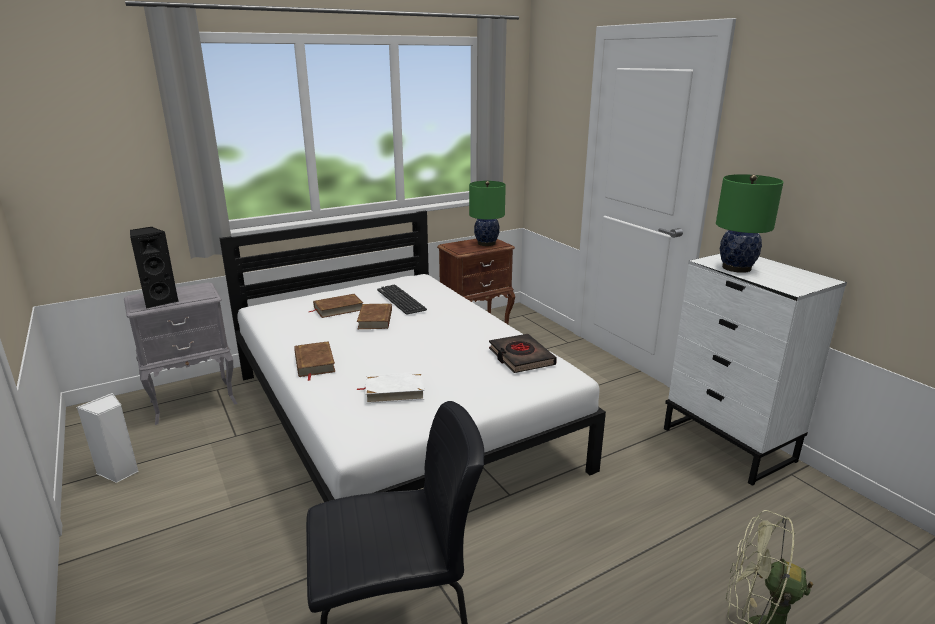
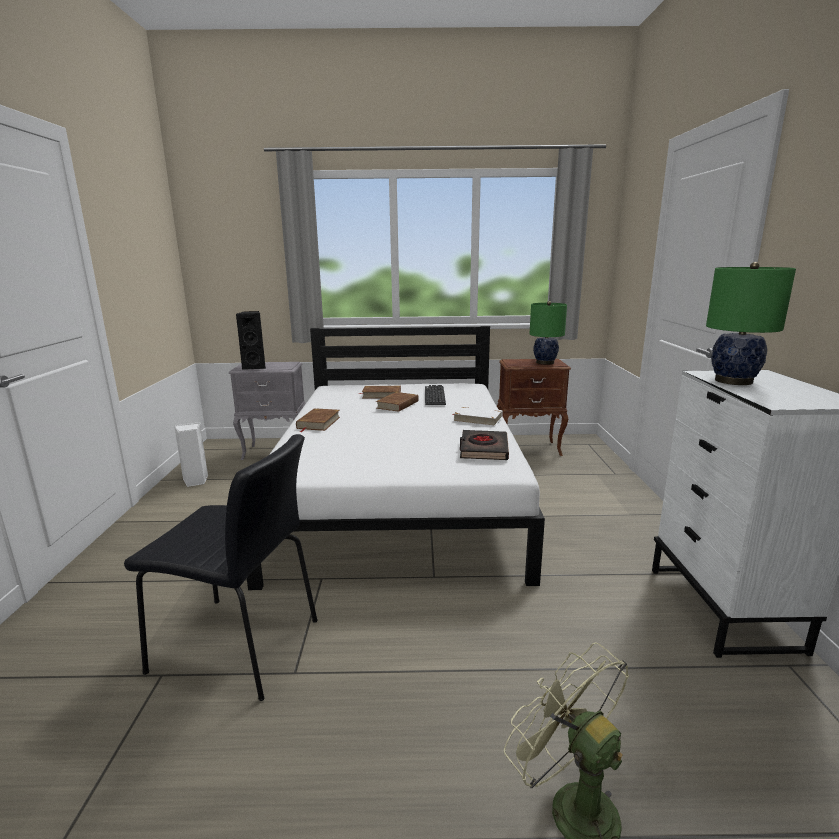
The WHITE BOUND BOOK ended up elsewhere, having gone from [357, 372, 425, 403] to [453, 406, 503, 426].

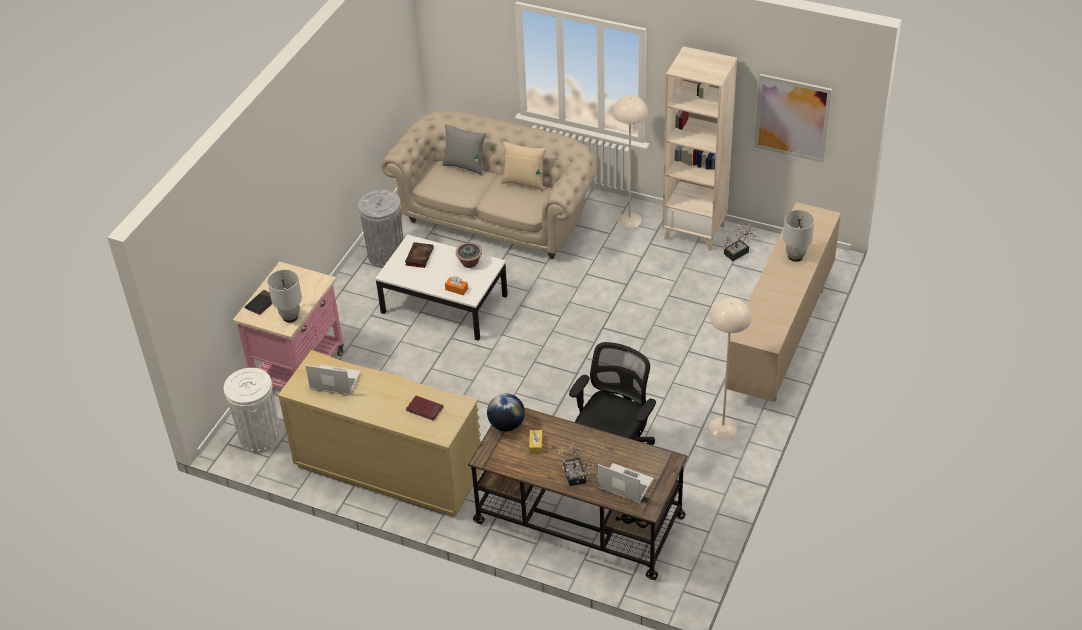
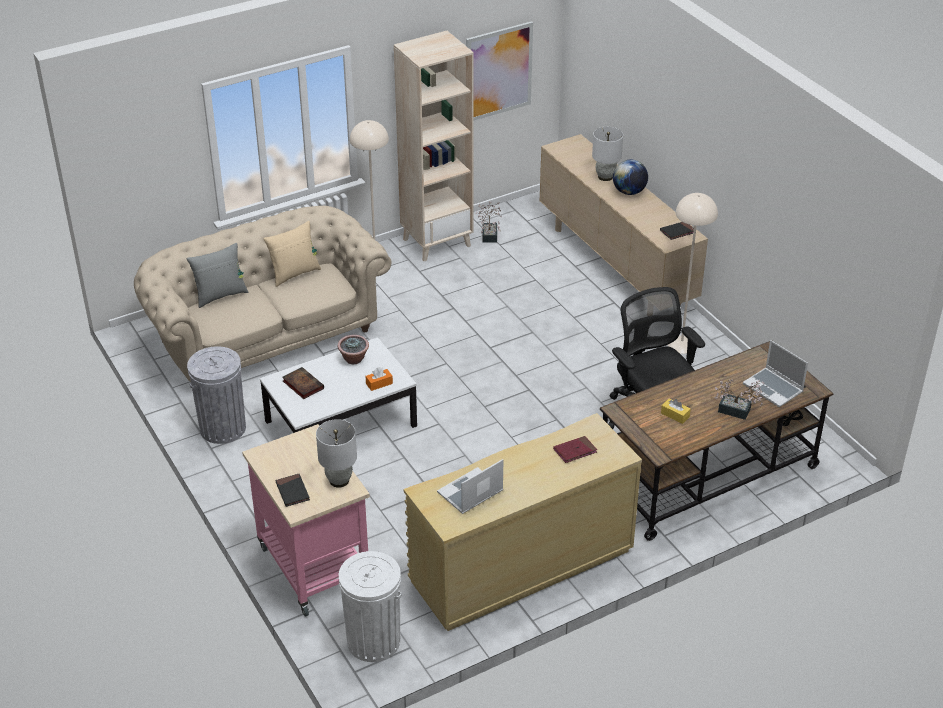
The second view gained the BLACKISH BOUND BOOK at [660, 222, 694, 240].
The WORLD GLOBE ended up elsewhere, having gone from [487, 394, 525, 431] to [613, 159, 648, 195].
The LAPTOP at [598, 463, 654, 503] ended up facing another way, 105 degrees counterclockwise from before.

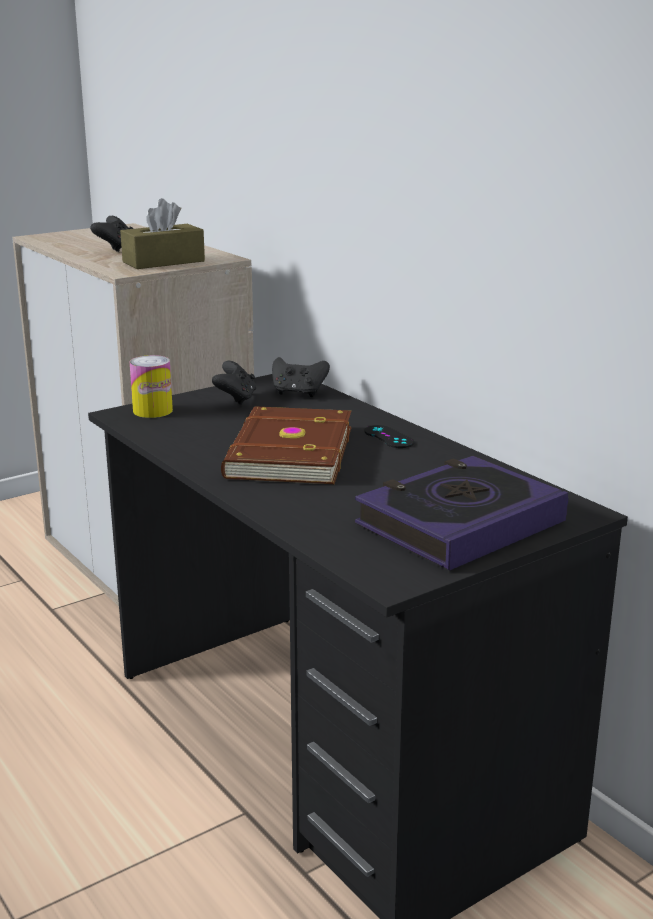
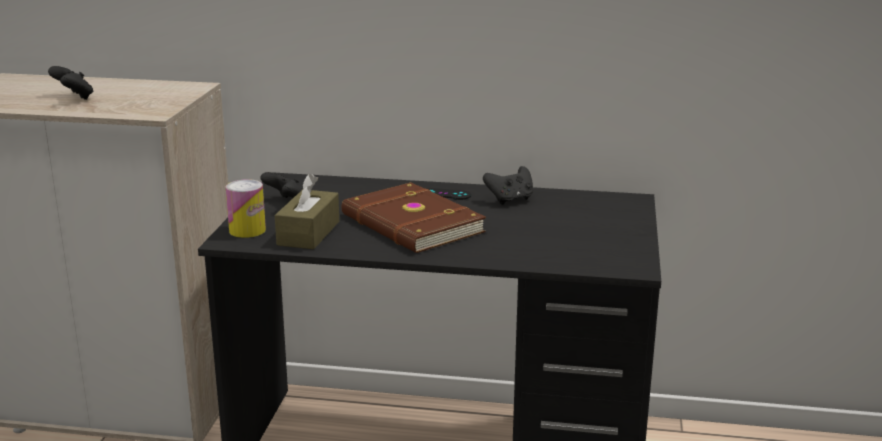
The second view lost the BOUND BOOK at [355, 456, 568, 571].
The BROWN-COLOURED TISSUE HOLDER ended up elsewhere, having gone from [120, 198, 205, 269] to [275, 174, 339, 249].
The BLACKISH GAME CONTROLLER ended up elsewhere, having gone from [272, 357, 330, 397] to [483, 166, 533, 205].

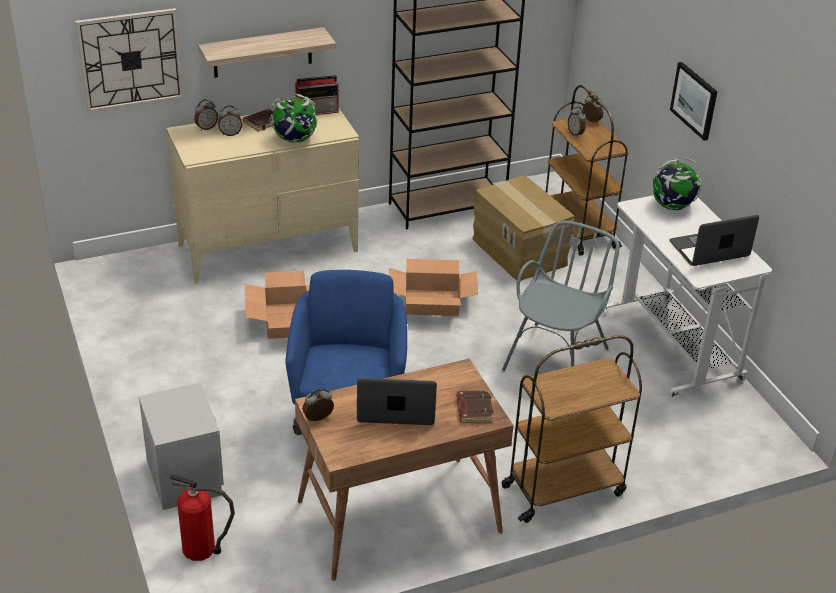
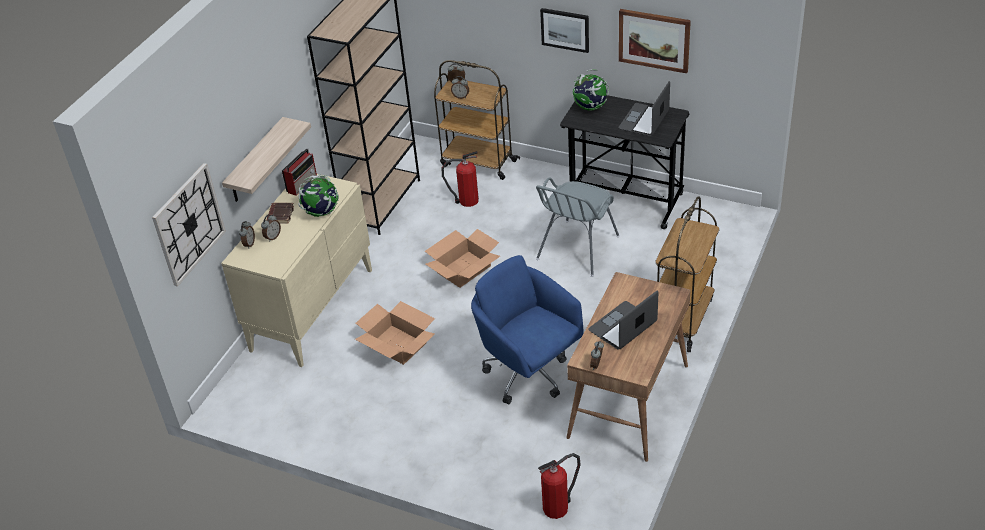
The second view lost the GRAY NIGHTSTAND at [139, 383, 224, 510].
The second view lost the BROWN-COLOURED BOUND BOOK at [456, 390, 494, 423].
The second view gained the WALL ART at [619, 9, 691, 73].
Where the CARTON stood at [472, 175, 574, 281], the FIRE EXTINGUISHER came to stand at [442, 151, 479, 207].
What was the WHITE DESK UNIT at [603, 195, 772, 400] turned into the BLACKISH DESK UNIT at [560, 95, 689, 229].
The GRAY CHAIR at [501, 221, 620, 373] ended up facing another way, 135 degrees counterclockwise from before.

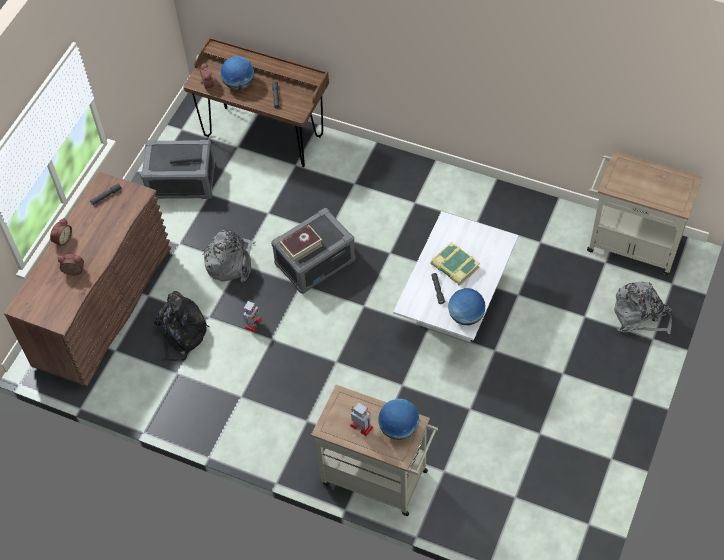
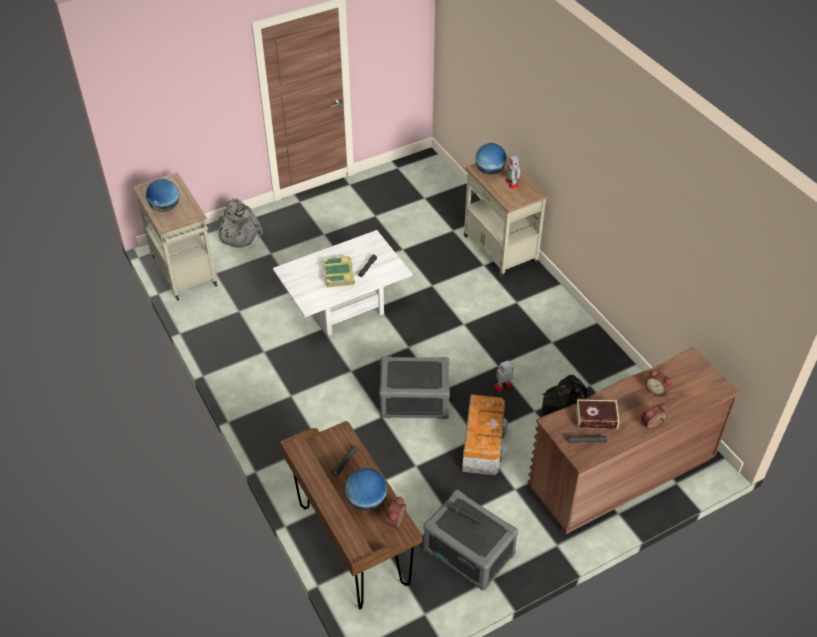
The BOUND BOOK ended up elsewhere, having gone from [280, 224, 323, 263] to [576, 399, 620, 429].
The WORLD GLOBE ended up elsewhere, having gone from [448, 288, 485, 325] to [146, 179, 179, 212].
Where the GRAY RUCKSACK stood at [202, 230, 255, 282], the STORAGE CONTAINER came to stand at [462, 395, 508, 475].

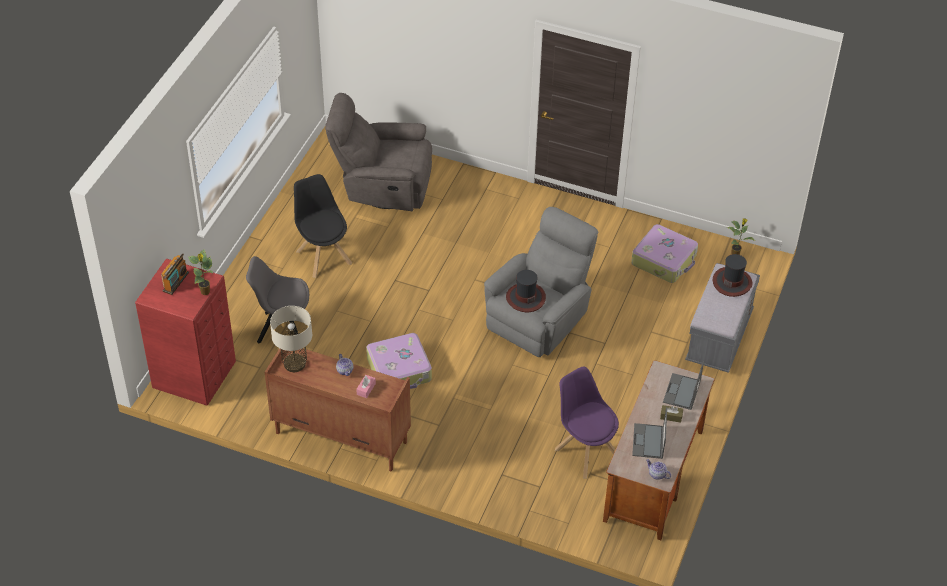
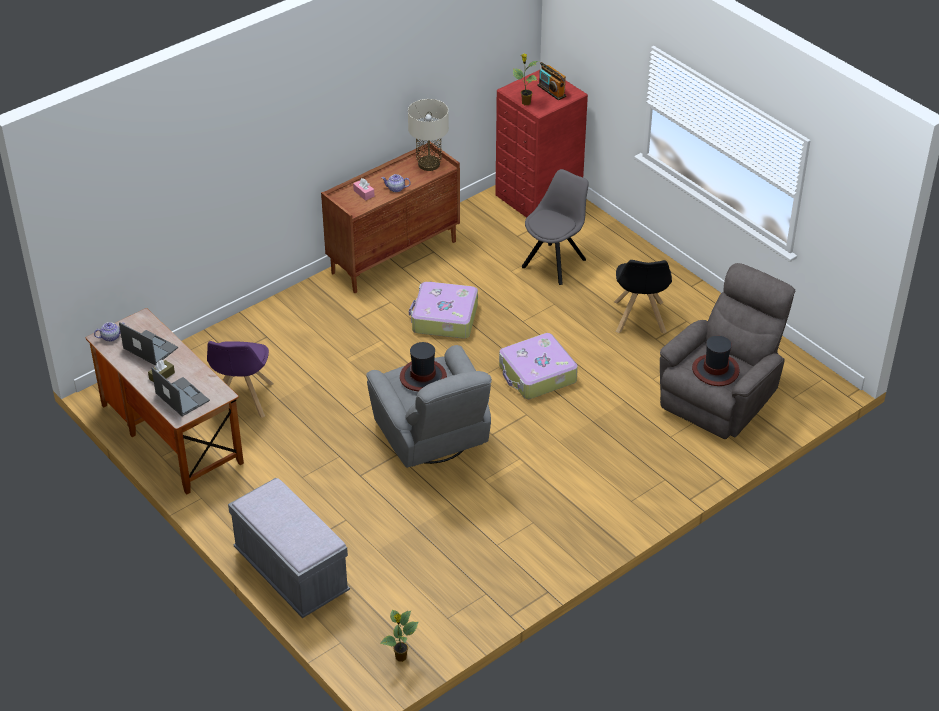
The TRAVEL CASE ended up elsewhere, having gone from [631, 224, 698, 283] to [499, 333, 578, 399].
The WEARABLE HAT ended up elsewhere, having gone from [713, 254, 752, 297] to [692, 336, 740, 386].
The BLACKISH CHAIR at [294, 174, 352, 278] ended up facing another way, 90 degrees clockwise from before.
The PURPLISH CHAIR at [555, 366, 619, 479] ended up facing another way, 105 degrees clockwise from before.

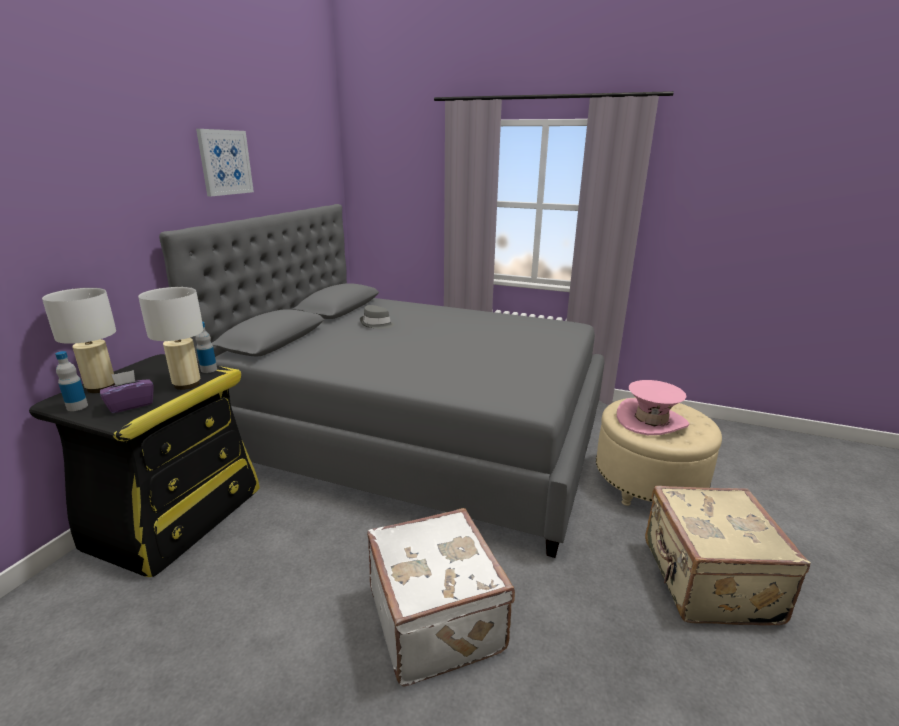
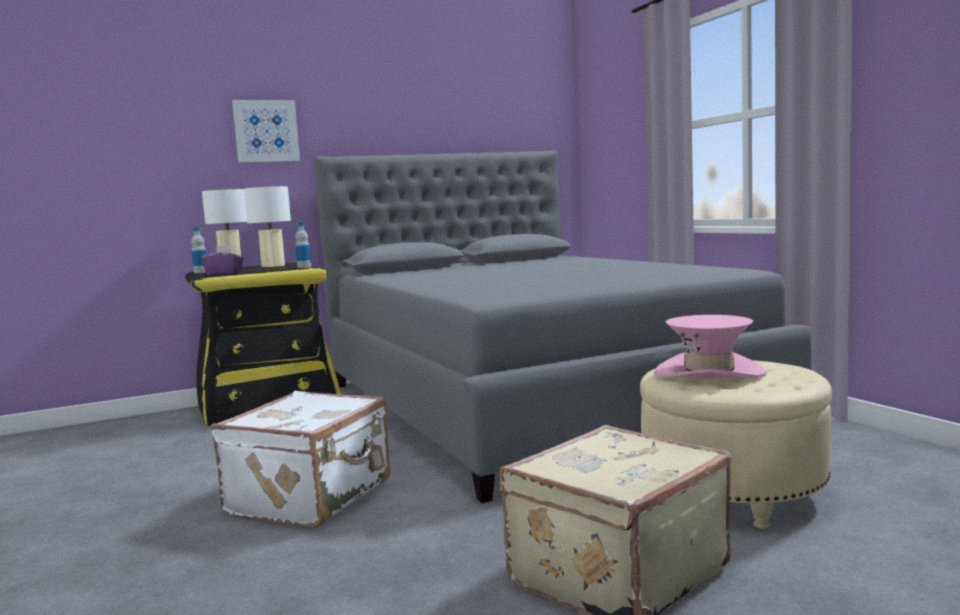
The second view lost the GRAY WEARABLE HAT at [360, 305, 395, 329].
The WALL ART ended up elsewhere, having gone from [196, 129, 254, 196] to [232, 100, 300, 163].

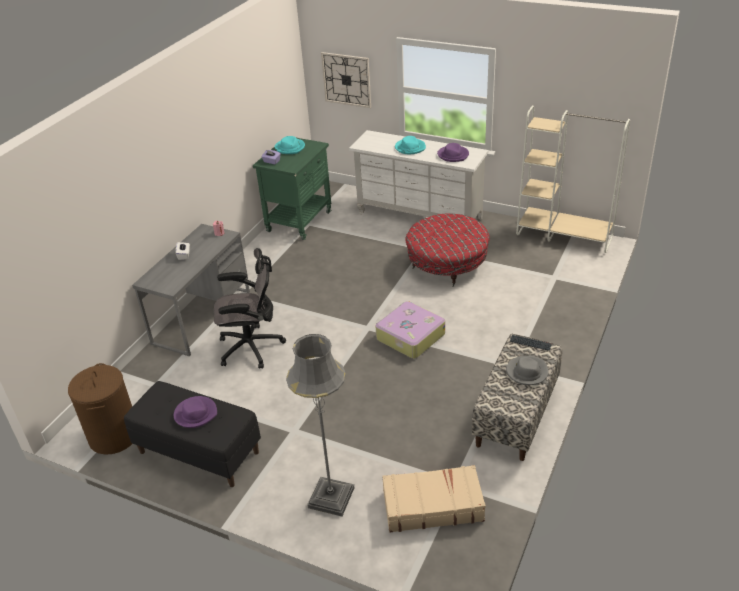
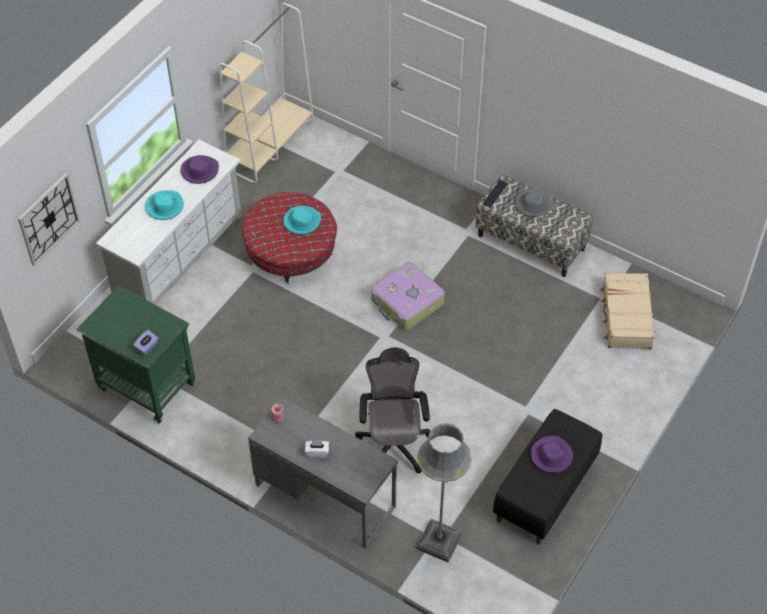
The second view lost the BROWN-COLOURED LAUNDRY BASKET at [68, 363, 132, 455].
The TURQUOISE-COLOURED WEARABLE HAT ended up elsewhere, having gone from [275, 136, 305, 154] to [283, 206, 321, 234].
The GRAY FLOOR LAMP ended up elsewhere, having gone from [286, 334, 354, 516] to [416, 423, 472, 562].

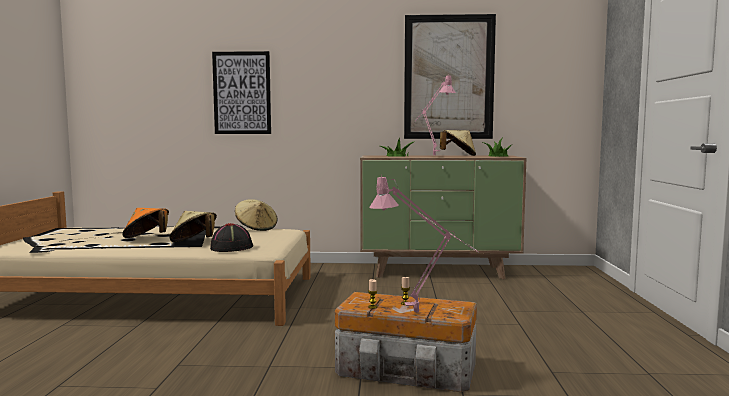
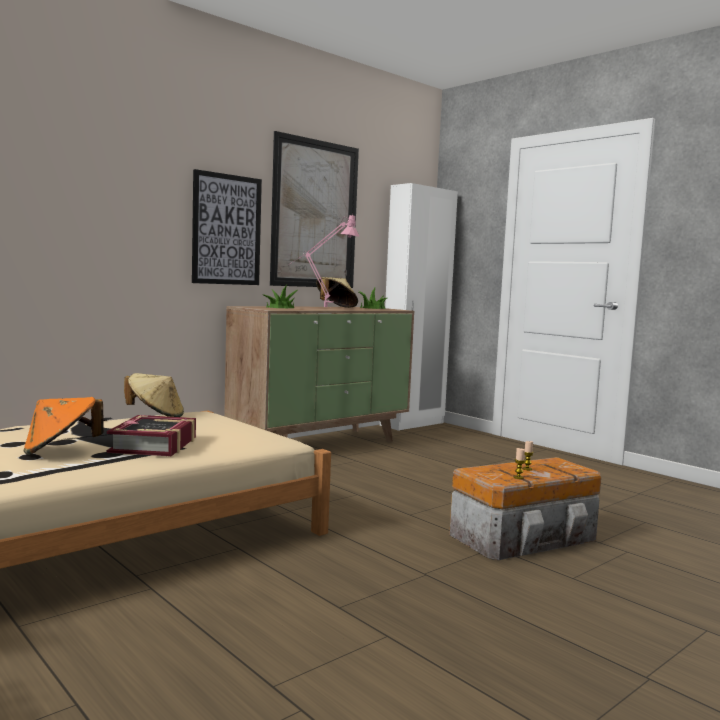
The second view lost the BLACKISH WEARABLE HAT at [210, 223, 253, 252].
The second view lost the PINKISH TABLE LAMP at [369, 175, 478, 312].
The second view gained the WHITE WARDROBE at [380, 183, 458, 431].
The WALL ART ended up elsewhere, having gone from [212, 51, 271, 134] to [192, 169, 262, 285].
Where the BEIGE WEARABLE HAT stood at [169, 211, 217, 242], the BOUND BOOK came to stand at [107, 415, 196, 456].

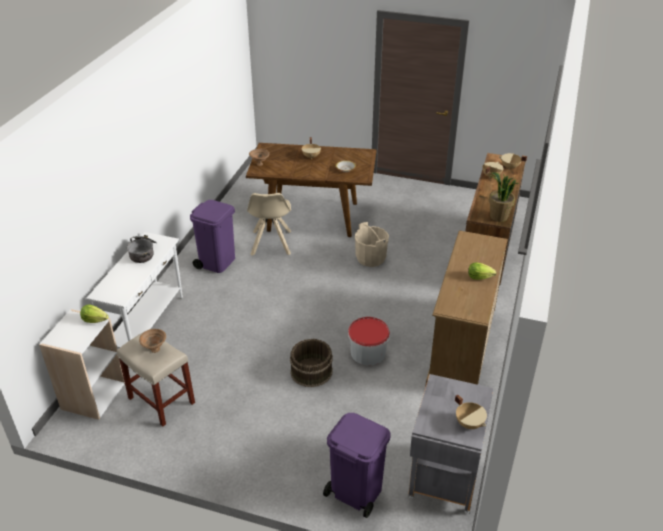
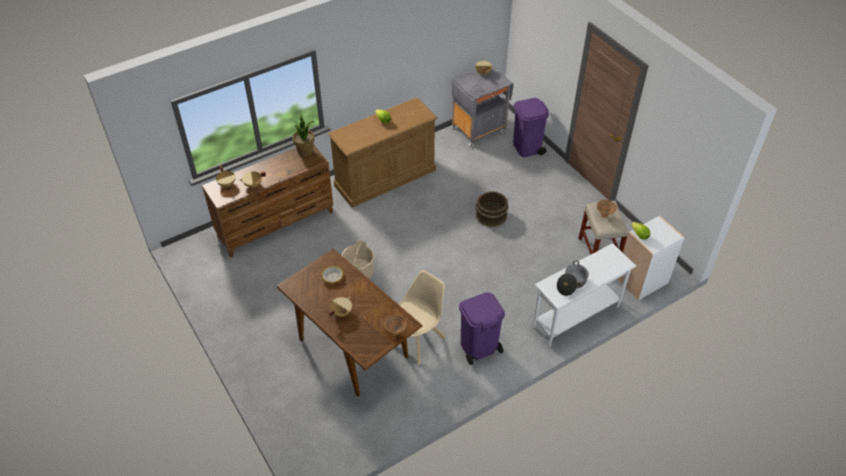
The second view lost the WATER BUCKET at [348, 317, 390, 365].

